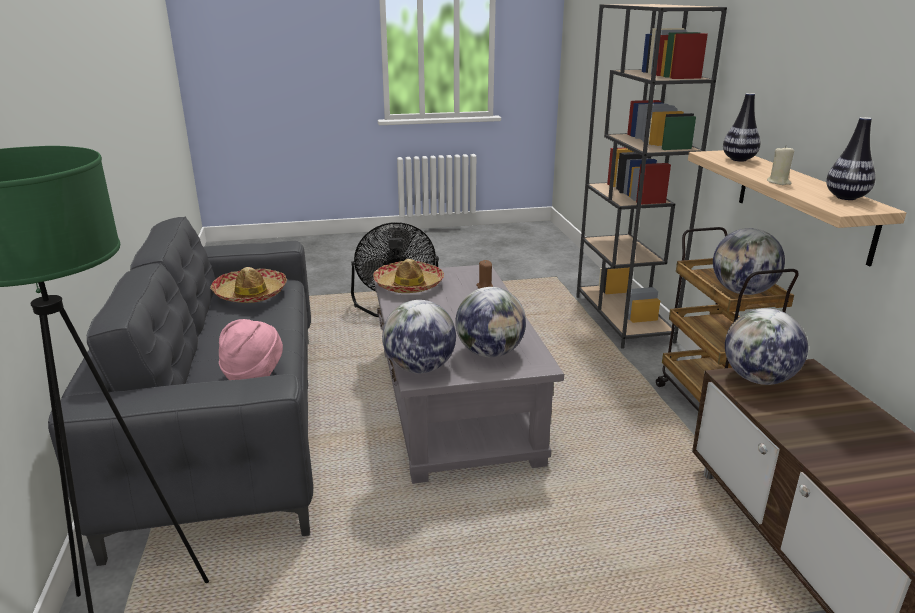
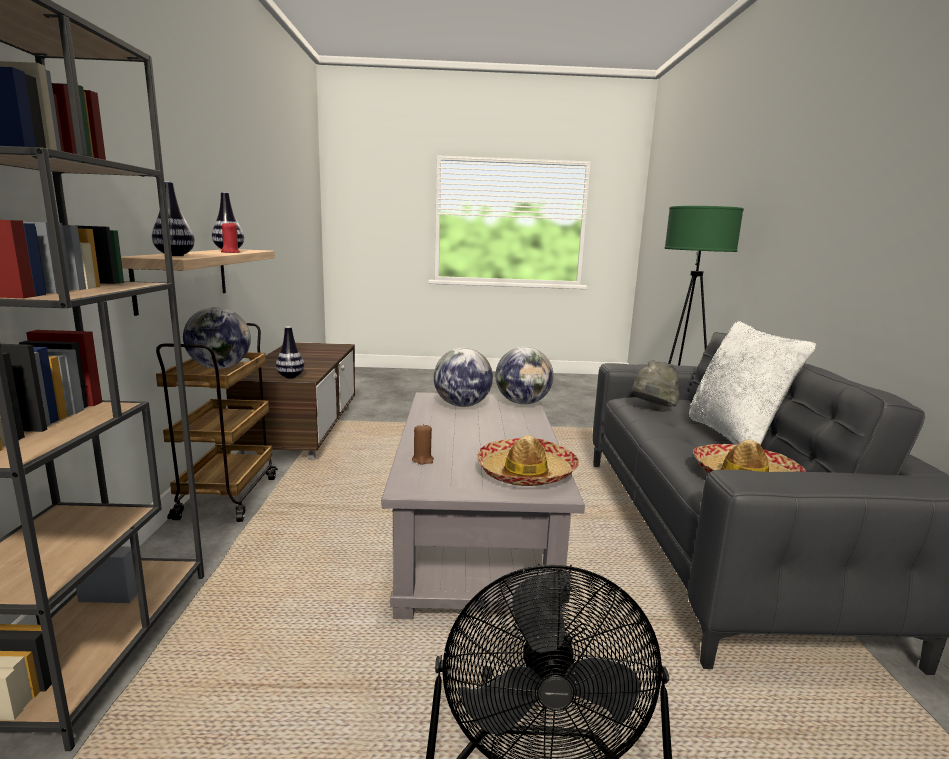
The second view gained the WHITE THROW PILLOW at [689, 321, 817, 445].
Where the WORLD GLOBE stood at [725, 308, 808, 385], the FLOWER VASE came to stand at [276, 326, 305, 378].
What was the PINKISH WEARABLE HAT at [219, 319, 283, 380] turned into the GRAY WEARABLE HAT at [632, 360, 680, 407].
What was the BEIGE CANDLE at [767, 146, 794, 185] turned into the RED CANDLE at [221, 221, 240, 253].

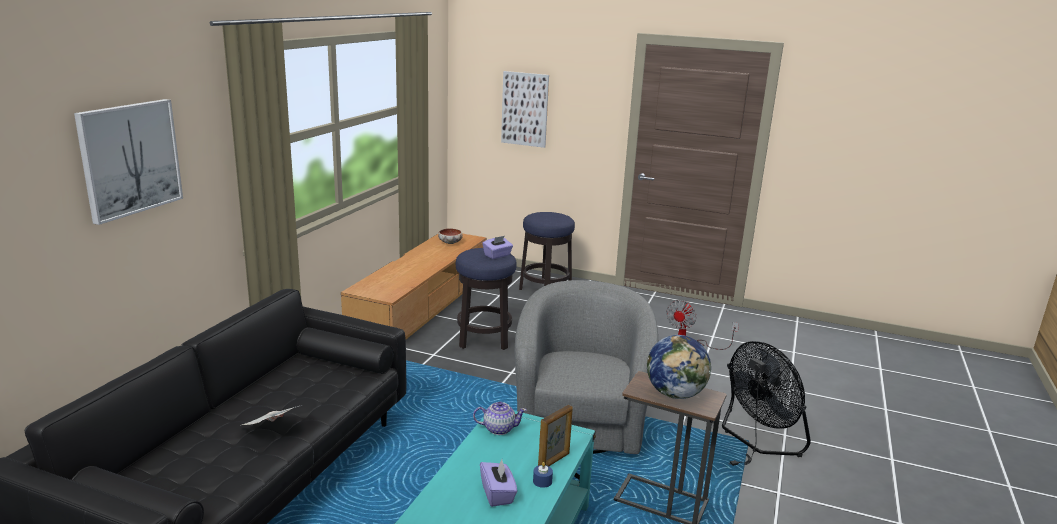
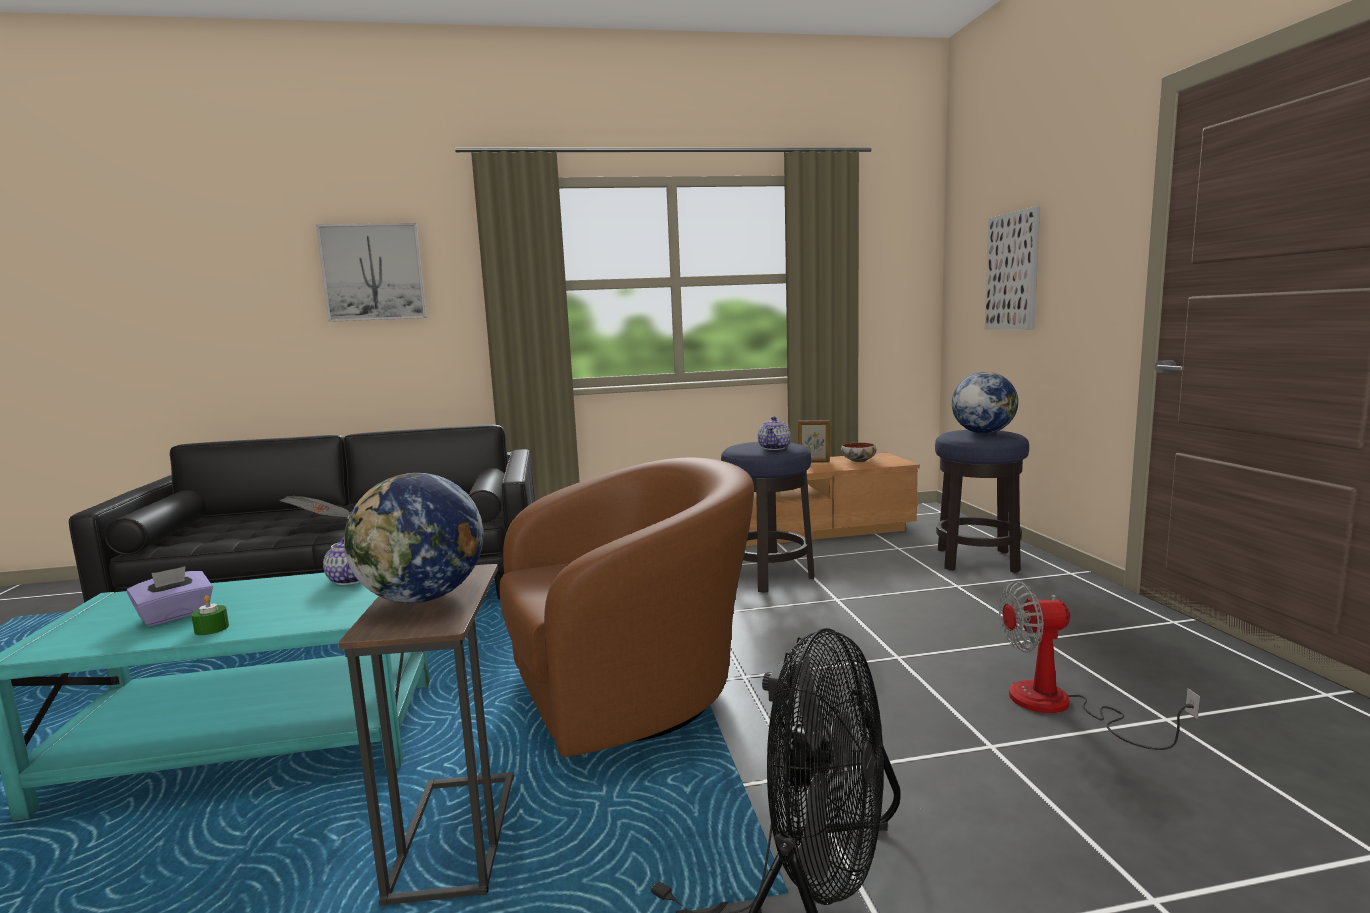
The second view gained the WORLD GLOBE at [952, 372, 1018, 434].
The STANDING FRAME ended up elsewhere, having gone from [538, 405, 573, 466] to [798, 420, 830, 462].
Where the PURPLISH TISSUE HOLDER stood at [482, 236, 513, 259], the TEA POT came to stand at [758, 416, 791, 450].
What was the GRAY LOUNGE CHAIR at [515, 280, 658, 454] turned into the BROWN-COLOURED LOUNGE CHAIR at [499, 458, 754, 757].
What was the BLUISH CANDLE at [533, 462, 553, 488] turned into the GREEN-COLOURED CANDLE at [191, 596, 229, 635].

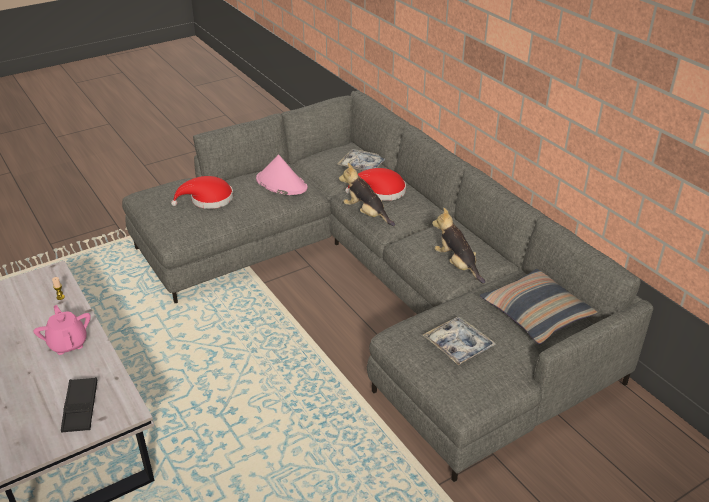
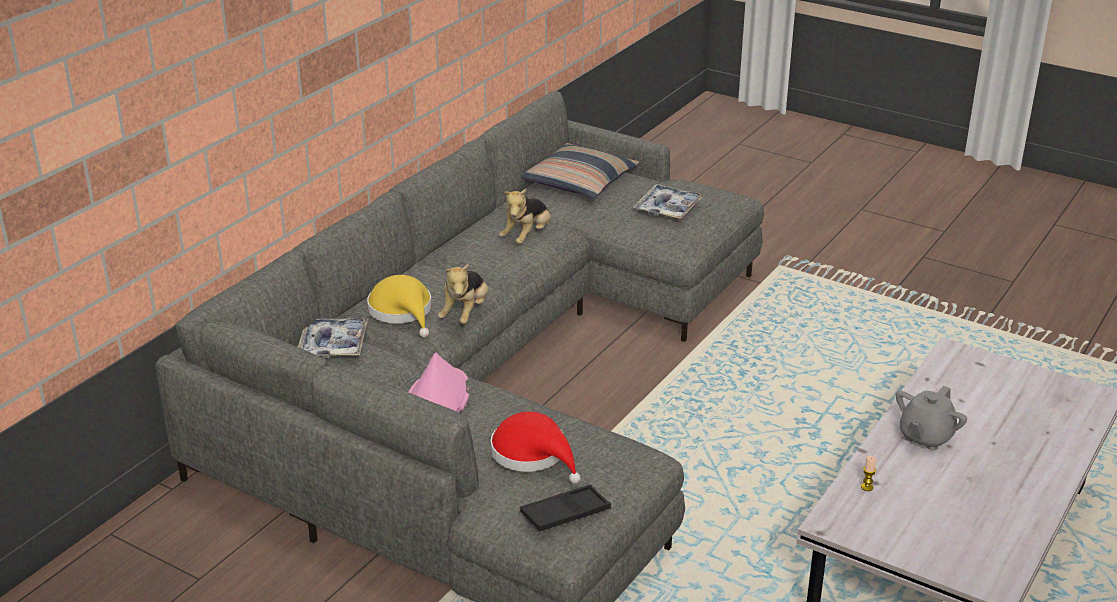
The BLACKISH SERVING TRAY ended up elsewhere, having gone from [61, 377, 97, 433] to [520, 485, 611, 531].
What was the PINKISH TEA POT at [34, 305, 91, 355] turned into the GRAY TEA POT at [896, 386, 967, 451].
What was the RED WEARABLE HAT at [345, 168, 406, 201] turned into the YELLOWISH WEARABLE HAT at [367, 275, 432, 337].

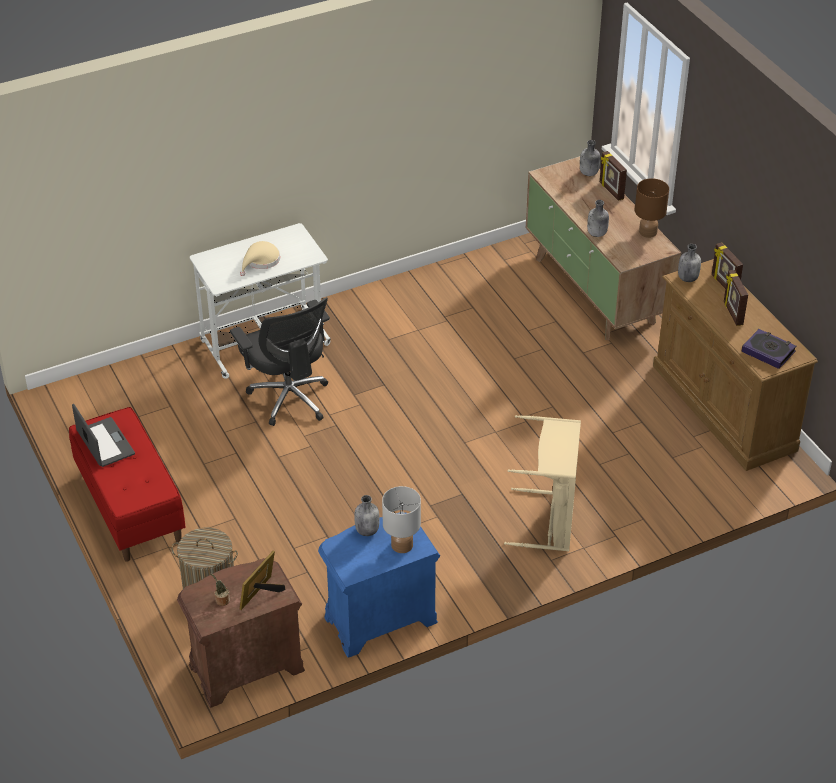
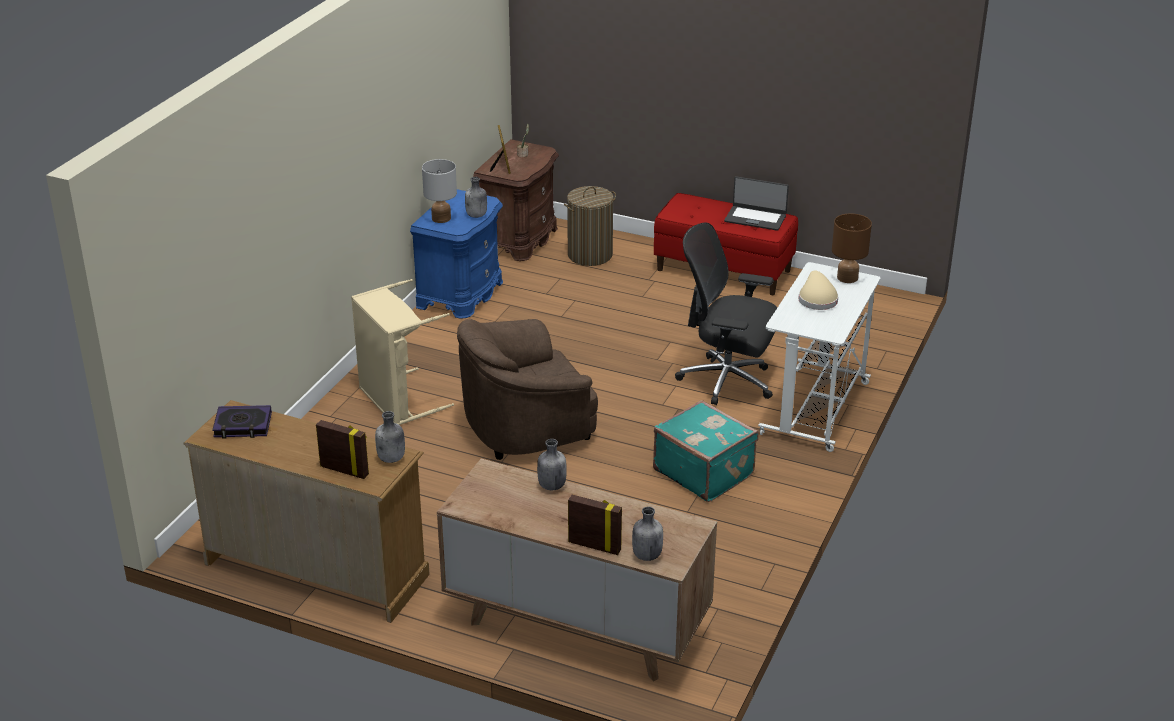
The second view lost the STANDING FRAME at [724, 270, 748, 326].
The second view gained the BROWN-COLOURED LOUNGE CHAIR at [457, 319, 598, 460].
The second view gained the TURQUOISE-COLOURED TRAVEL CASE at [653, 400, 759, 502].
The BROWN-COLOURED TABLE LAMP ended up elsewhere, having gone from [635, 178, 669, 238] to [832, 214, 872, 283].

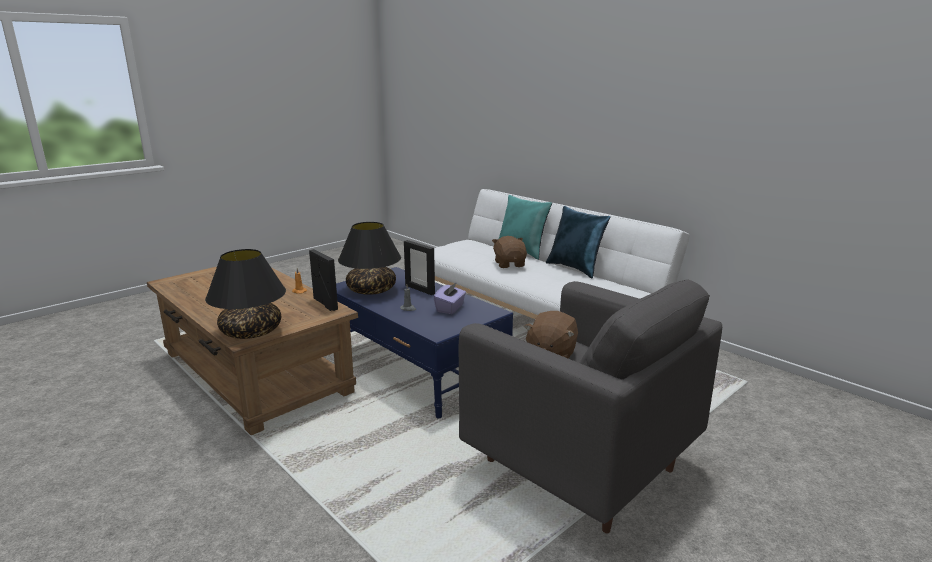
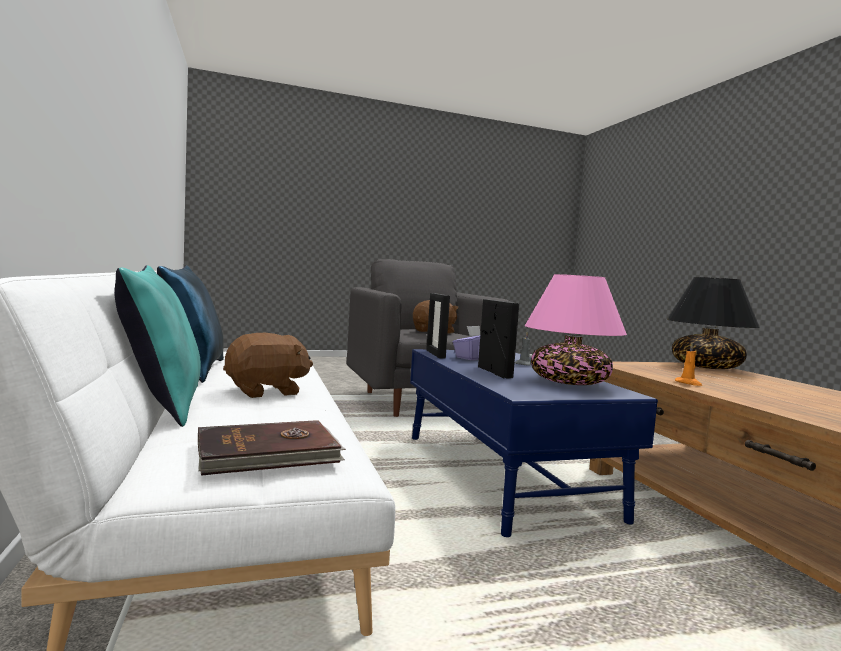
The second view gained the BROWN-COLOURED BOUND BOOK at [198, 420, 346, 476].
The STANDING FRAME ended up elsewhere, having gone from [309, 249, 338, 311] to [426, 293, 450, 359].
What was the BLACKISH TABLE LAMP at [338, 222, 401, 295] turned into the PINKISH TABLE LAMP at [524, 274, 627, 385].
The BROWN-COLOURED CUDDLY TOY at [492, 236, 527, 268] ended up facing another way, 135 degrees counterclockwise from before.

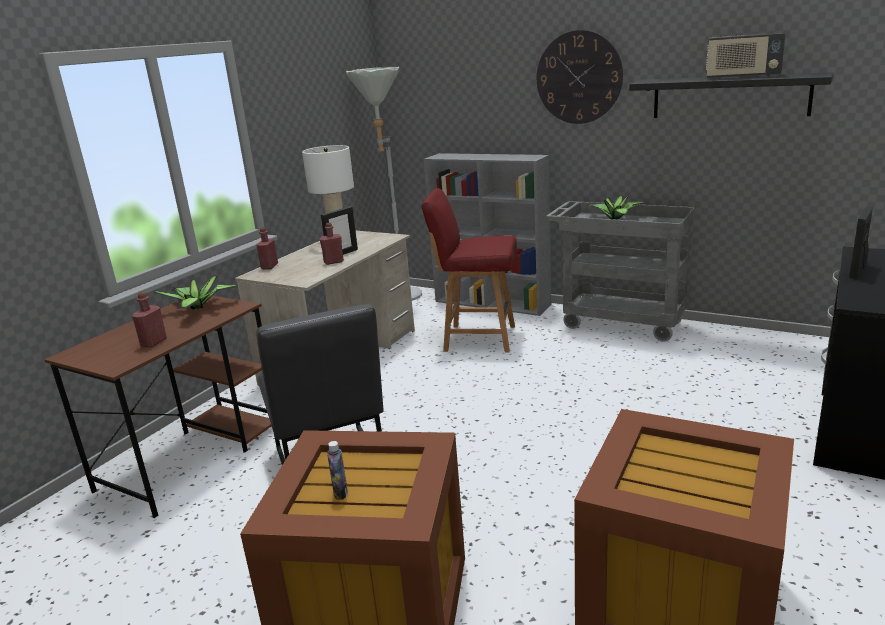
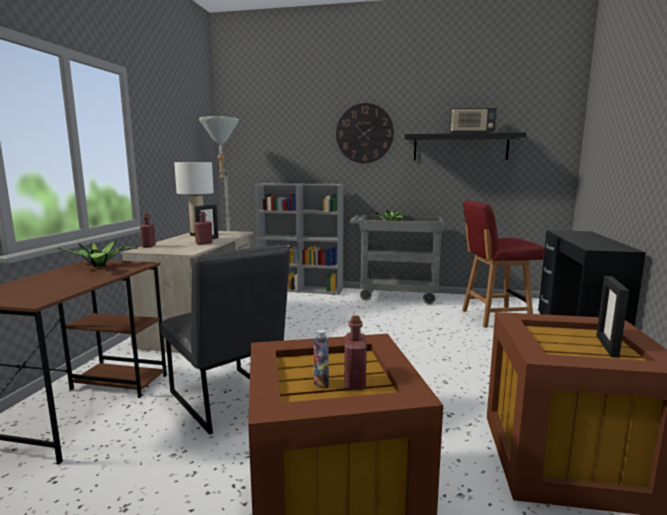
The RED BOTTLE ended up elsewhere, having gone from [132, 292, 167, 347] to [344, 315, 367, 390].
The RED CHAIR ended up elsewhere, having gone from [422, 188, 517, 353] to [462, 200, 545, 328].
The STANDING FRAME ended up elsewhere, having gone from [849, 207, 873, 279] to [596, 276, 629, 358].

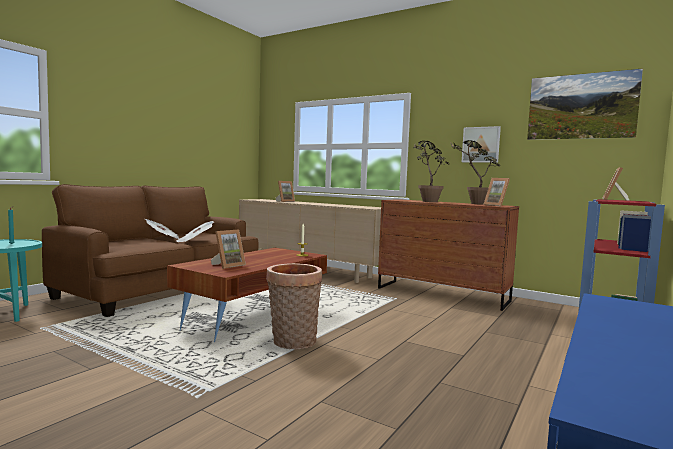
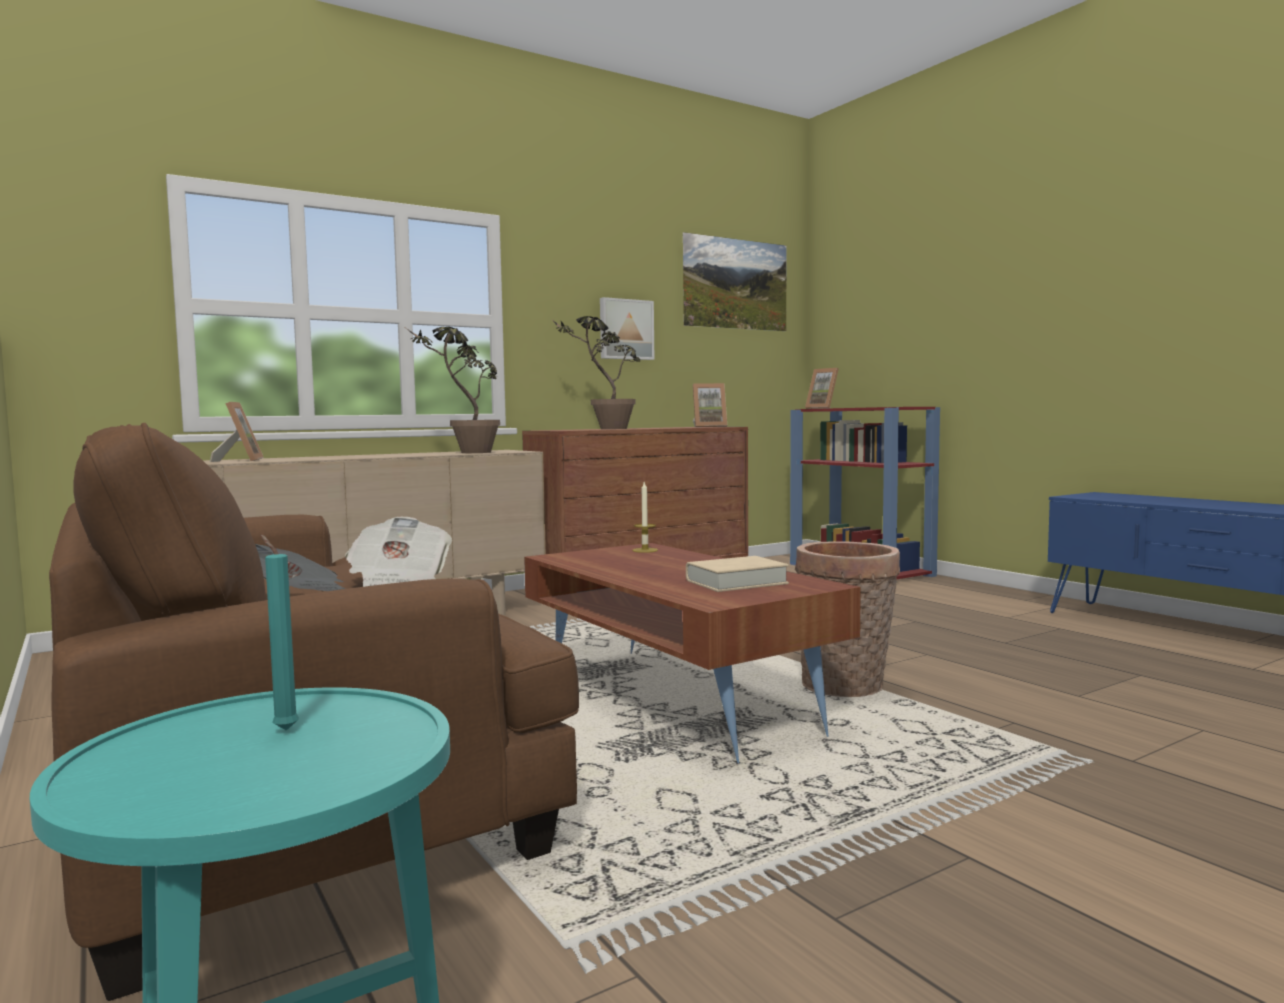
The PLANT IN A POT ended up elsewhere, having gone from [450, 140, 500, 205] to [406, 327, 500, 453].
Where the STANDING FRAME stood at [211, 230, 246, 269], the BEIGE BOUND BOOK came to stand at [686, 556, 789, 592].

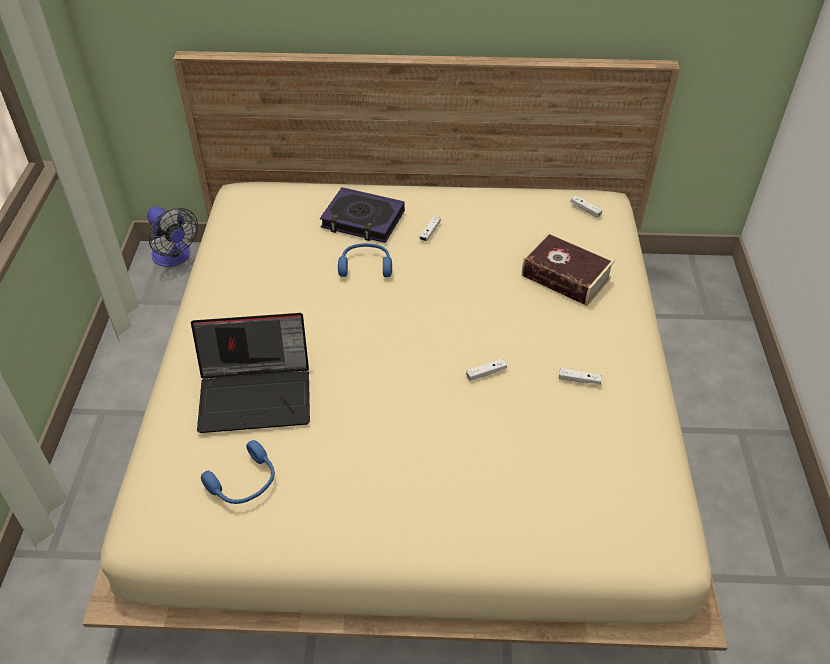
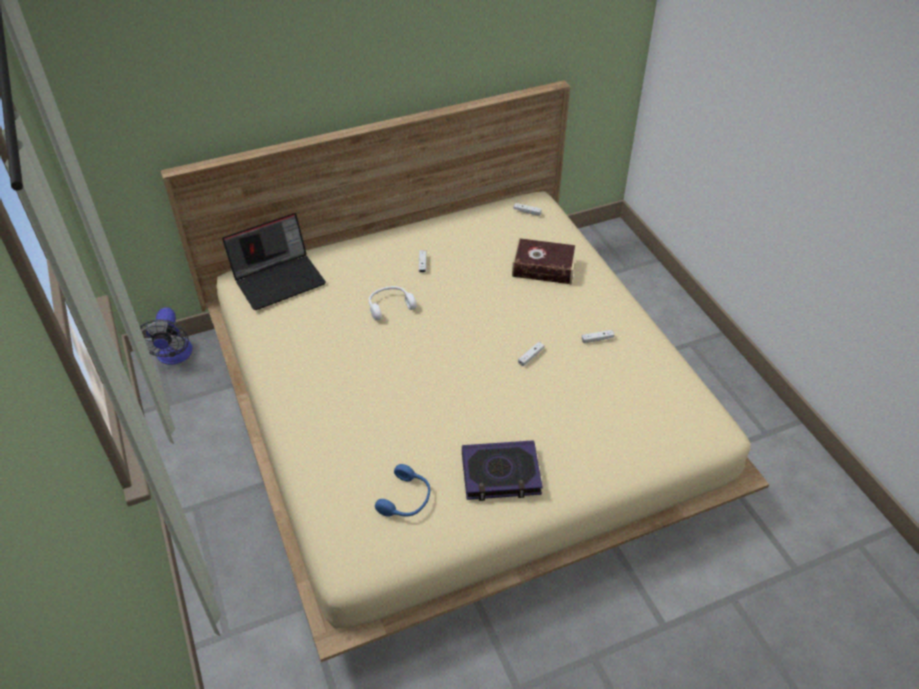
The LAPTOP ended up elsewhere, having gone from [191, 313, 310, 433] to [222, 213, 326, 310].
The BOUND BOOK ended up elsewhere, having gone from [320, 187, 405, 243] to [462, 440, 543, 501].
What was the BLUISH HEADPHONES at [338, 243, 392, 277] turned into the WHITE HEADPHONES at [369, 286, 417, 321].
The FAN at [147, 206, 198, 267] ended up facing another way, 60 degrees clockwise from before.

